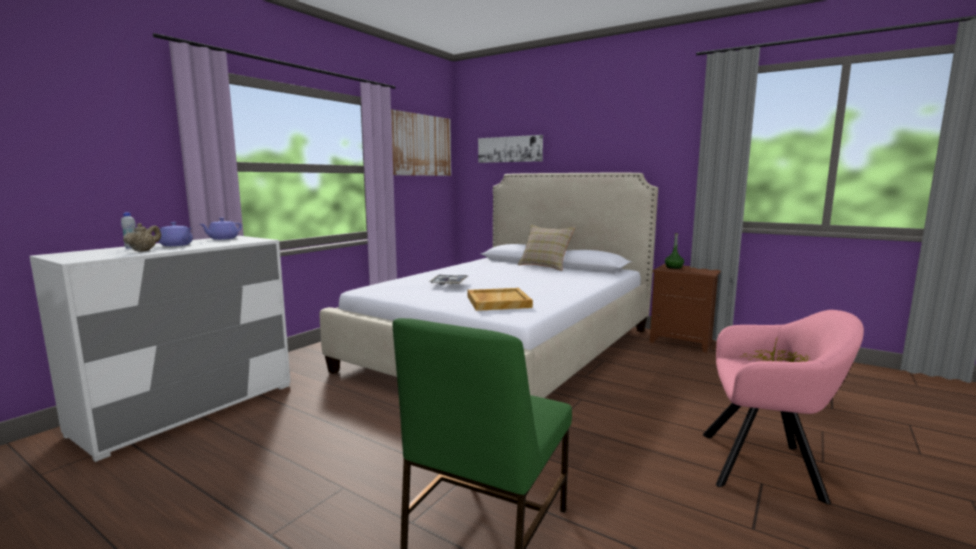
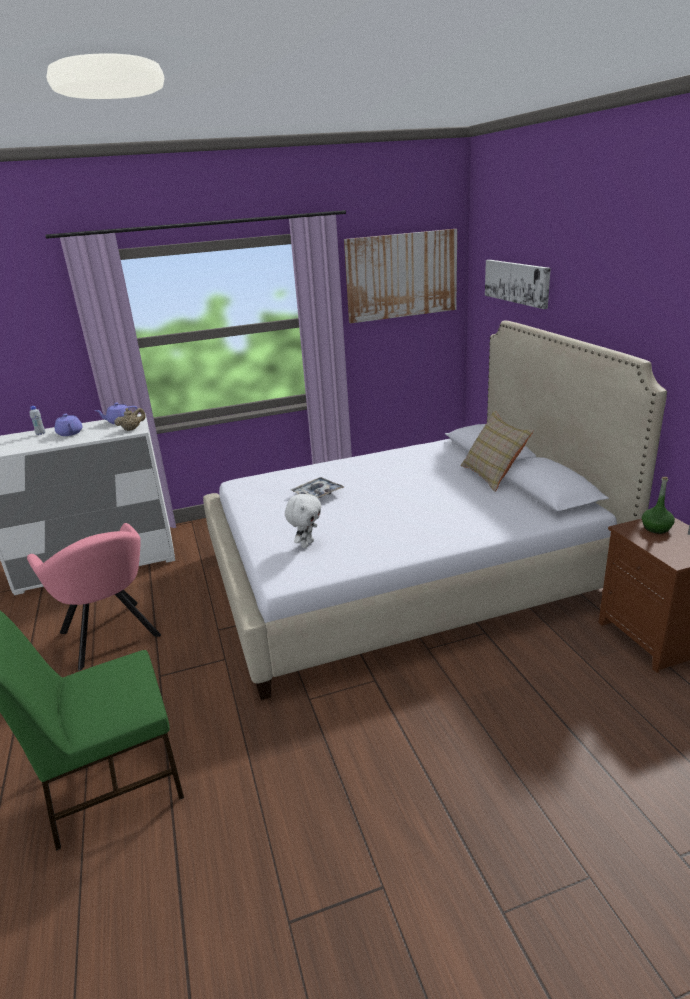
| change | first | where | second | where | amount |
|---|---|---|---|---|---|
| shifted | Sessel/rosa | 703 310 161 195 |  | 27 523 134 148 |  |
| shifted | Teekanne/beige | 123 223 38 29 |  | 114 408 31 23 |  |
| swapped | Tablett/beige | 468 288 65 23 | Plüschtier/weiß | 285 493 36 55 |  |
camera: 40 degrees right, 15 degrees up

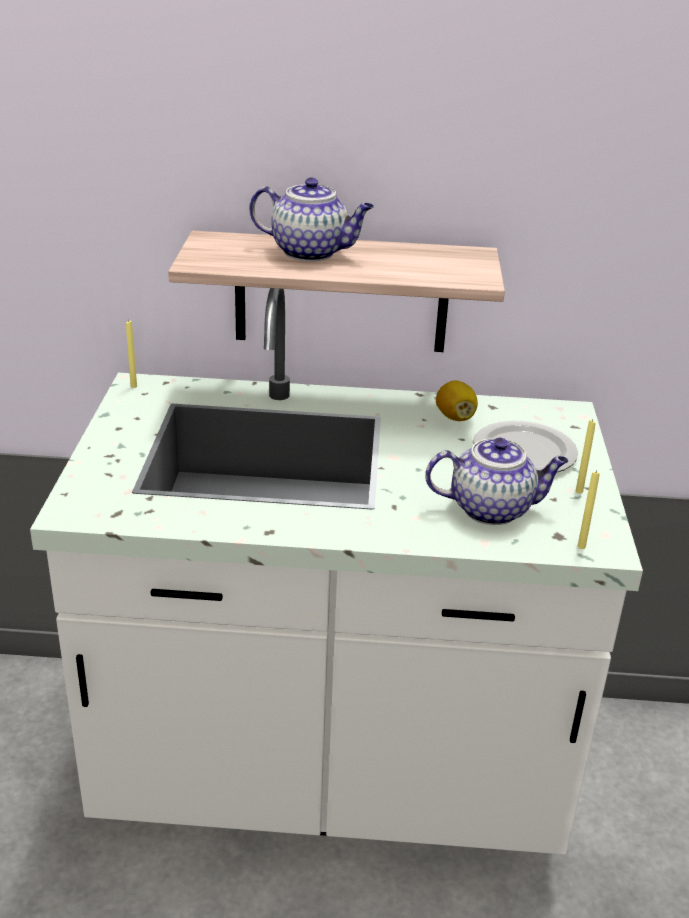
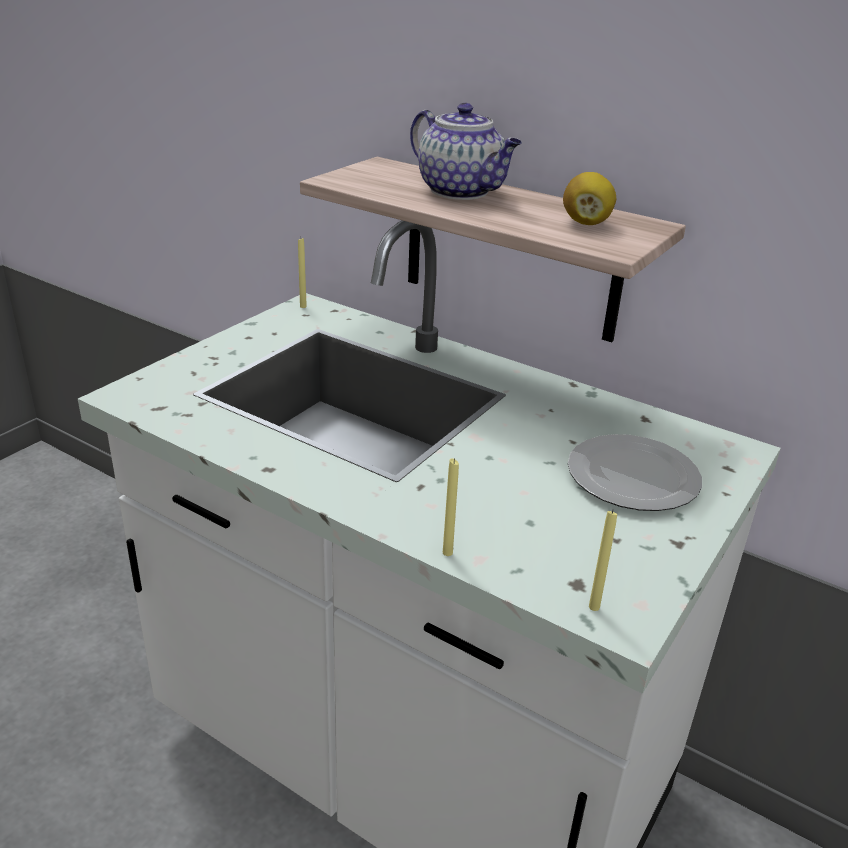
| change | first | where | second | where | amount |
|---|---|---|---|---|---|
| shifted | Kerze/gelb | 576 420 20 74 |  | 443 458 16 98 |  |
| shifted | Zitrone | 436 381 42 40 |  | 563 172 53 53 |  |
| gone | Teekanne | 425 438 144 87 |  |  |  |
camera: 30 degrees right, 0 degrees up

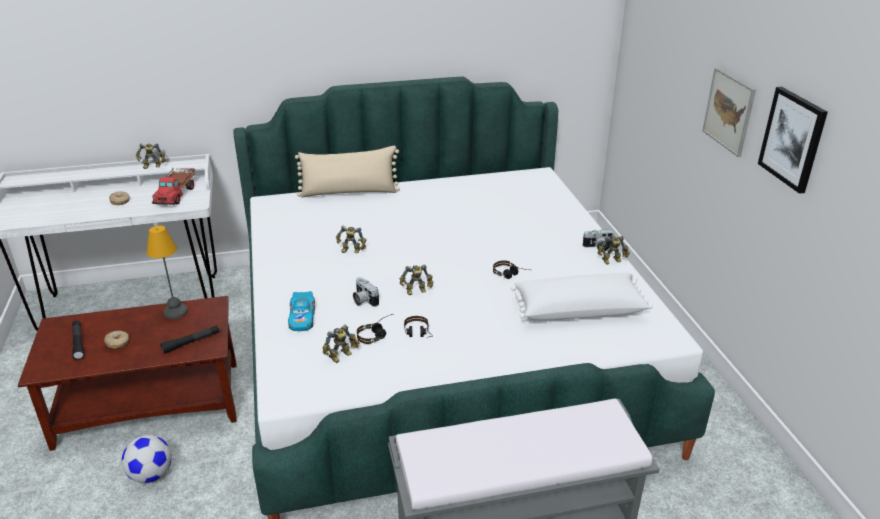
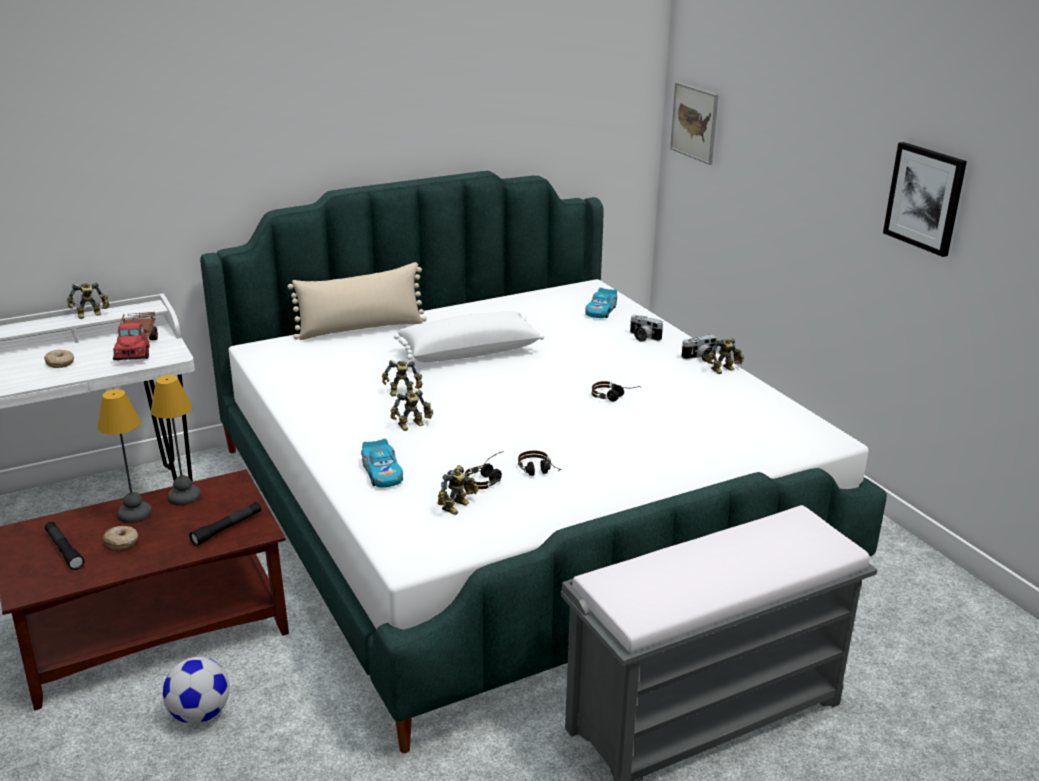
| change | first | where | second | where | amount |
|---|---|---|---|---|---|
| new |  |  | Tischlampe | 98 389 54 134 |  |
| shifted | Spielzeugroboter | 400 264 33 31 |  | 390 390 43 41 |  |
| shifted | Kissen/weiß | 511 273 142 47 |  | 394 311 150 51 |  |
| new |  |  | Spielzeugauto | 585 288 32 30 |  |
| shifted | Kamera | 353 277 26 30 |  | 630 315 33 27 |  |
| shifted | Bild | 703 68 53 89 |  | 670 82 49 83 |  |
camera: 15 degrees left, 5 degrees down

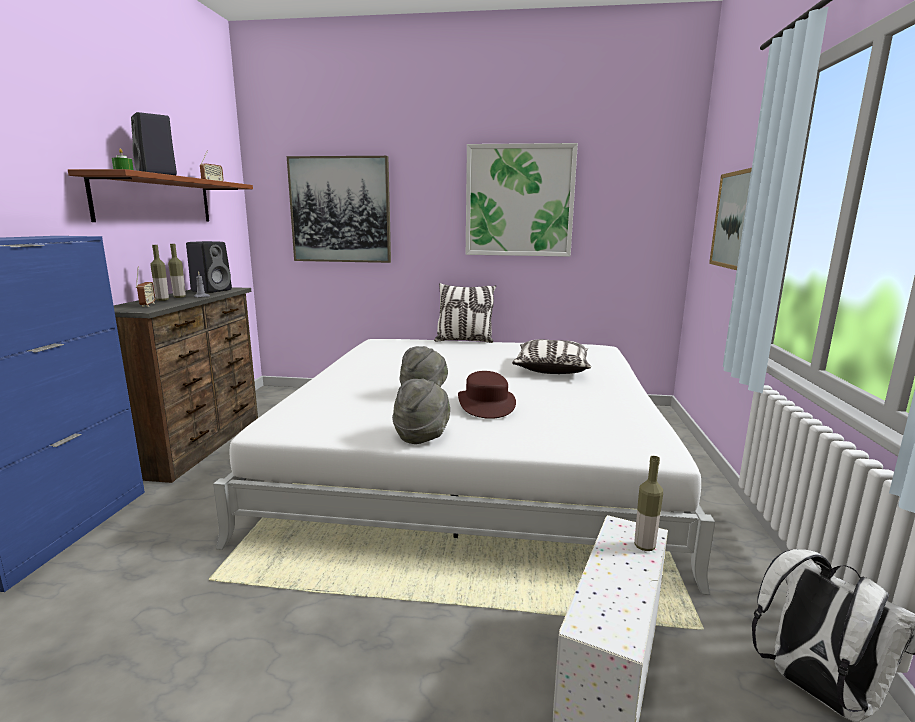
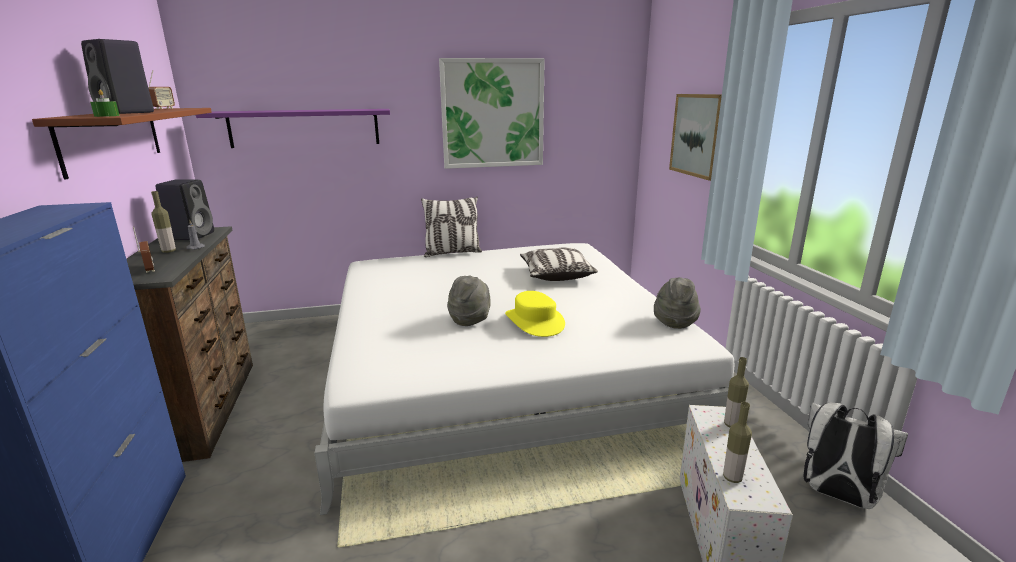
| change | first | where | second | where | amount |
|---|---|---|---|---|---|
| swapped | Bild | 287 156 104 107 | Wandregal/lila | 196 109 194 39 |  |
| repainted | Hut/braun | 458 371 58 48 | Hut/gelb | 505 291 60 46 |  |
| shifted | Hut/grau | 392 379 58 65 |  | 654 277 47 52 |  |
| shifted | Flasche | 150 245 19 56 |  | 723 402 29 81 |  |
camera: 20 degrees left, 5 degrees up

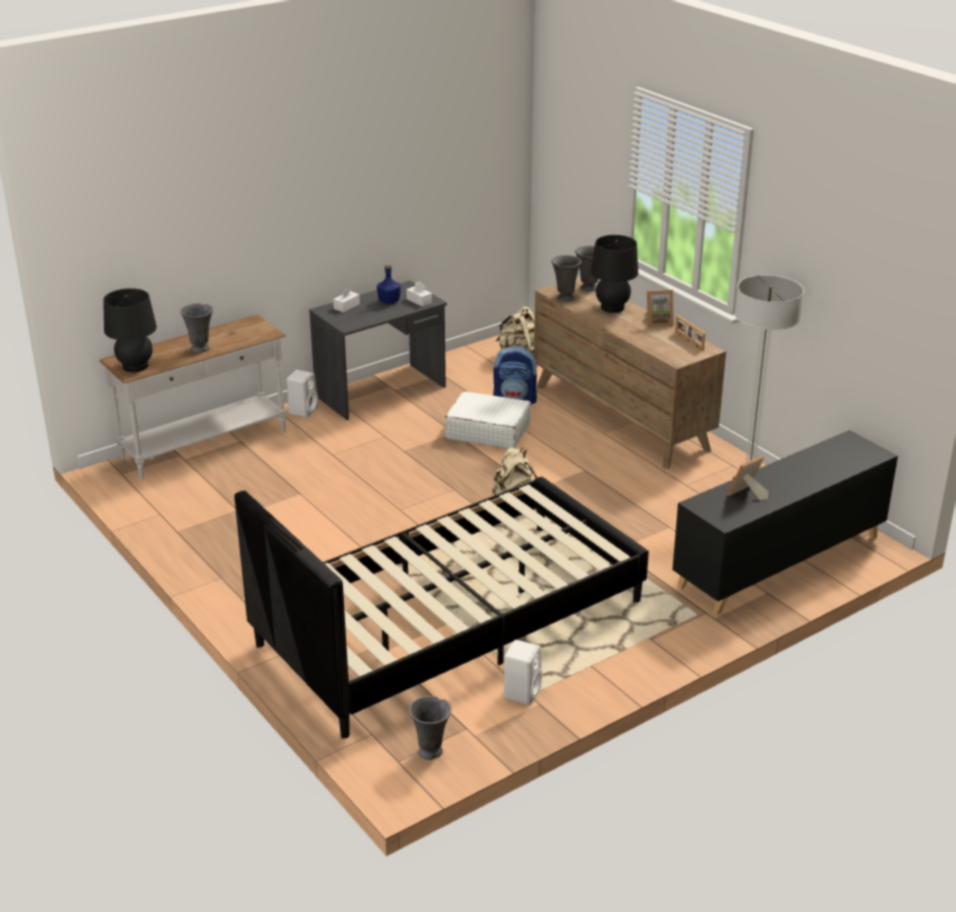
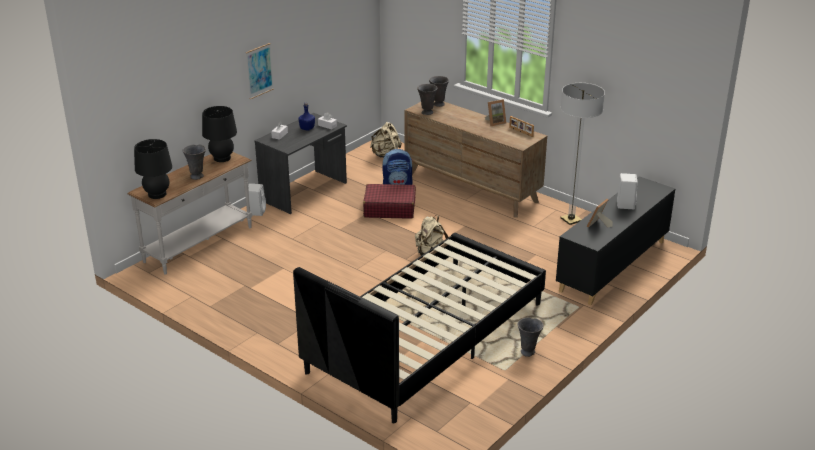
| change | first | where | second | where | amount |
|---|---|---|---|---|---|
| shifted | Tischlampe/schwarz | 591 235 47 78 |  | 202 106 35 56 |  |
| new |  |  | Bild | 246 43 28 56 |  |
| repainted | Koffer/weiß | 445 391 86 58 | Koffer/rot | 363 184 53 34 |  |
| shifted | Vase/grau | 409 696 42 64 |  | 517 317 26 40 |  |
| shifted | Lautsprecher/weiß | 503 640 39 65 |  | 617 173 21 36 |  |
camera: 15 degrees left, 0 degrees up

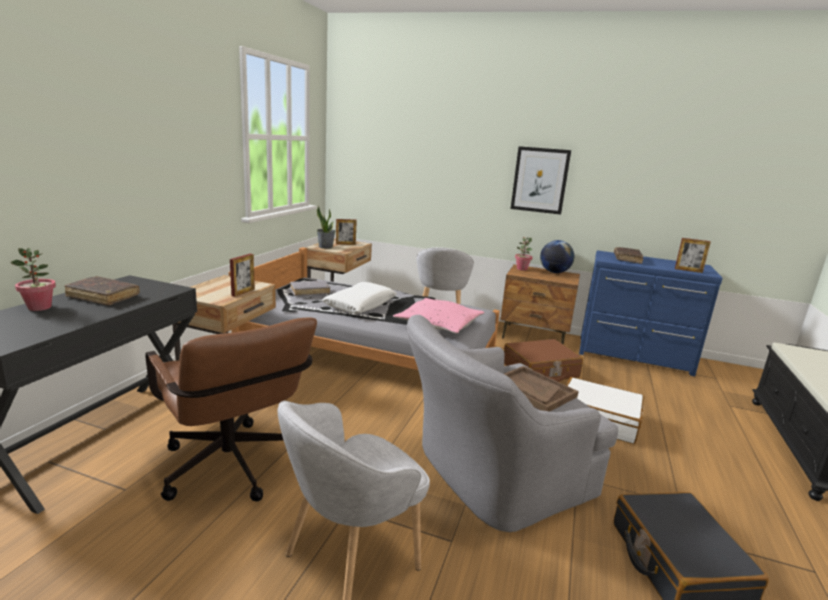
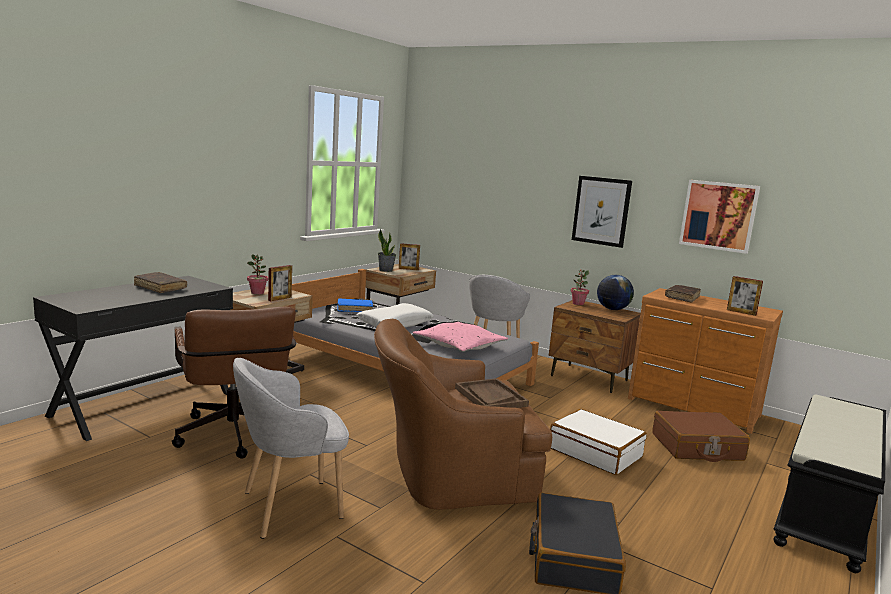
| change | first | where | second | where | amount |
|---|---|---|---|---|---|
| shifted | Topfpflanze | 10 248 46 63 |  | 247 255 21 39 |  |
| repainted | Buch/grau | 290 281 41 15 | Buch/blau | 337 298 36 14 |  |
| repainted | Sessel/grau | 407 315 211 217 | Sessel/braun | 374 319 178 191 |  |
| repainted | Kommode/blau | 579 250 144 126 | Kommode/braun | 628 288 155 146 |  |
| shifted | Koffer/braun | 504 339 79 43 |  | 652 411 98 51 |  |
| new |  |  | Bild | 679 180 81 74 |  |
camera: 15 degrees right, 5 degrees down

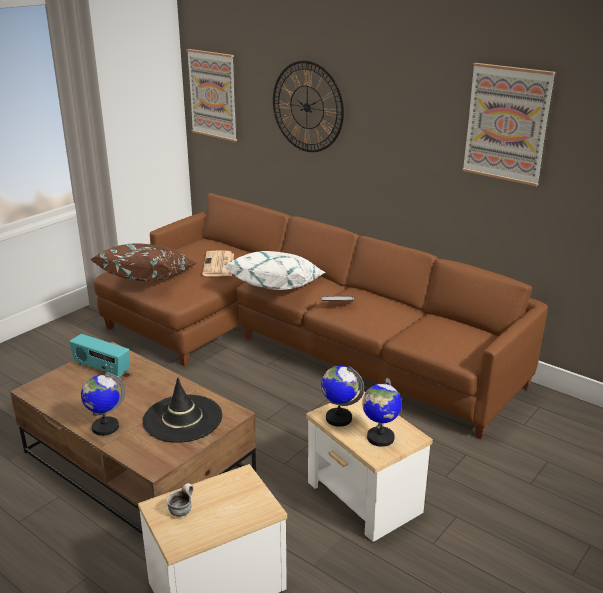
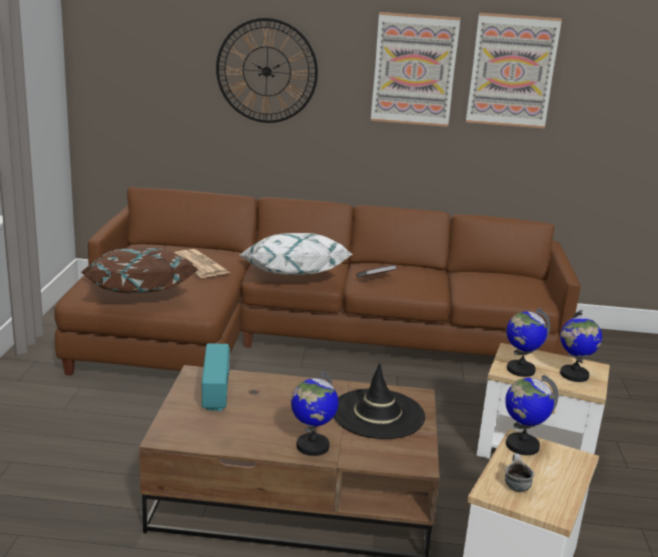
| change | first | where | second | where | amount |
|---|---|---|---|---|---|
| rotated | Radio | 69 334 61 43 |  | 202 343 28 68 | 90 degrees counterclockwise |
| shifted | Bild | 186 49 51 93 |  | 371 12 89 115 |  |
| new |  |  | Globus | 505 375 53 80 |  |
camera: 35 degrees left, 5 degrees down

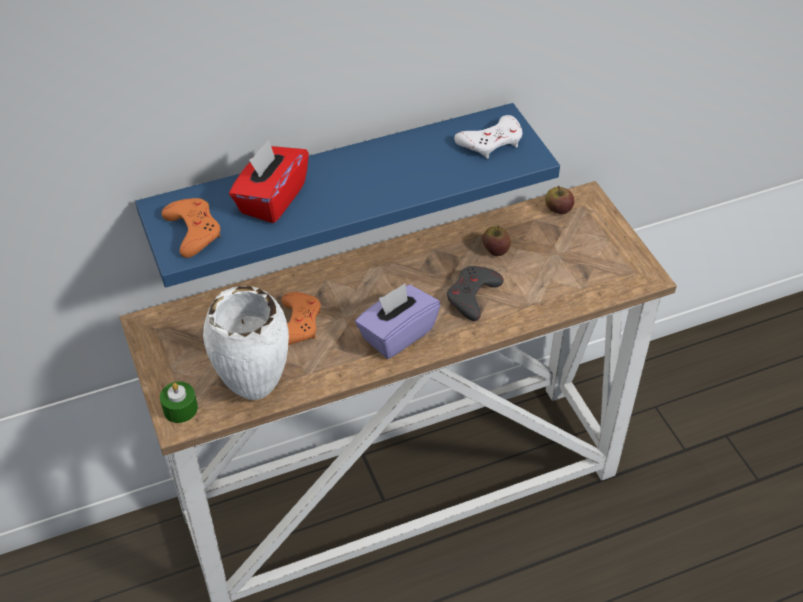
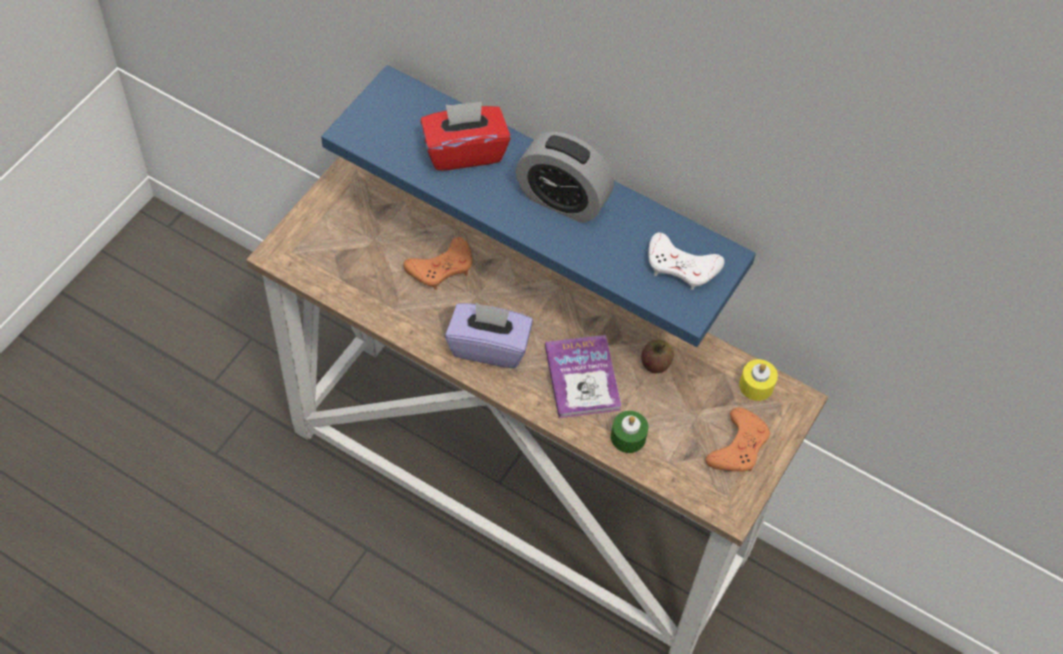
| change | first | where | second | where | amount |
|---|---|---|---|---|---|
| new |  |  | Wecker | 516 132 98 91 |  |
| swapped | Gamepad/grau | 447 266 57 55 | Buch | 545 335 76 83 |  |
| shifted | Kerze/grün | 160 382 38 41 |  | 611 411 37 42 |  |
| shifted | Gamepad/orange | 161 198 60 60 |  | 705 408 65 64 |  |
| swapped | Apfel | 545 186 29 28 | Kerze/gelb | 739 359 39 42 |  |
| gone | Vase/weiß | 203 286 86 114 |  |  |  |
camera: 50 degrees right, 10 degrees up

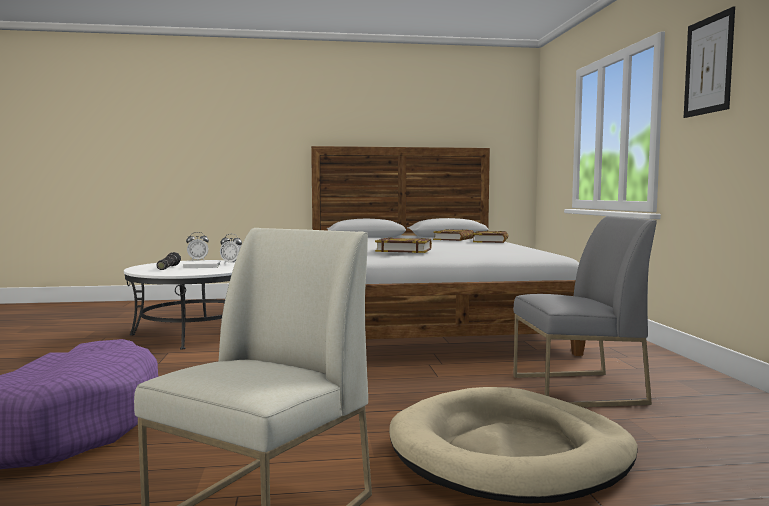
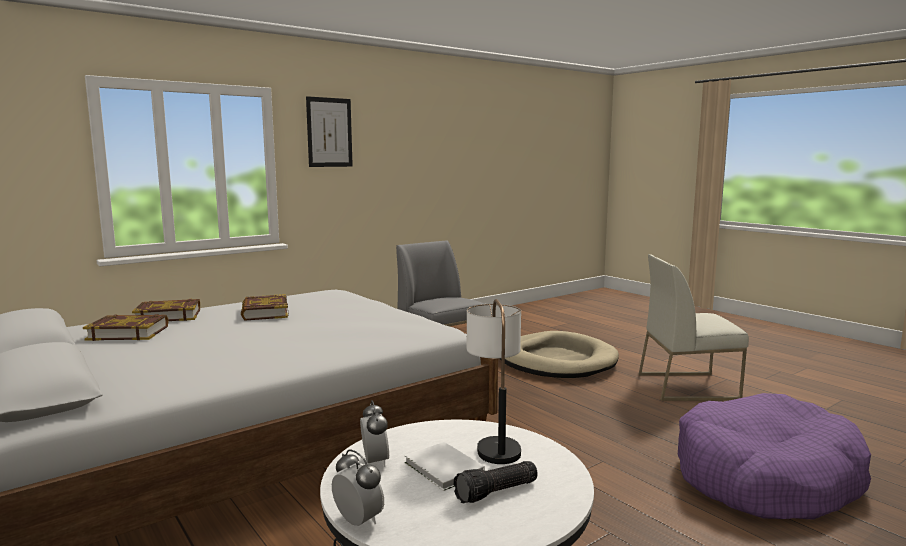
| change | first | where | second | where | amount |
|---|---|---|---|---|---|
| shifted | Buch | 375 237 57 16 |  | 241 294 48 27 |  |
| new |  |  | Tischlampe | 467 299 54 165 |  |
camera: 120 degrees left, 5 degrees up

